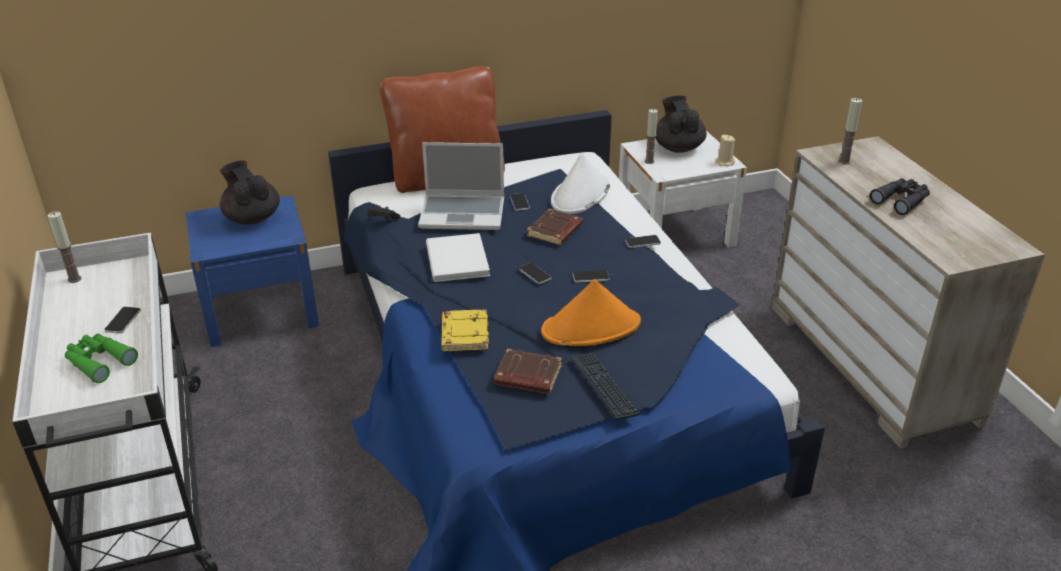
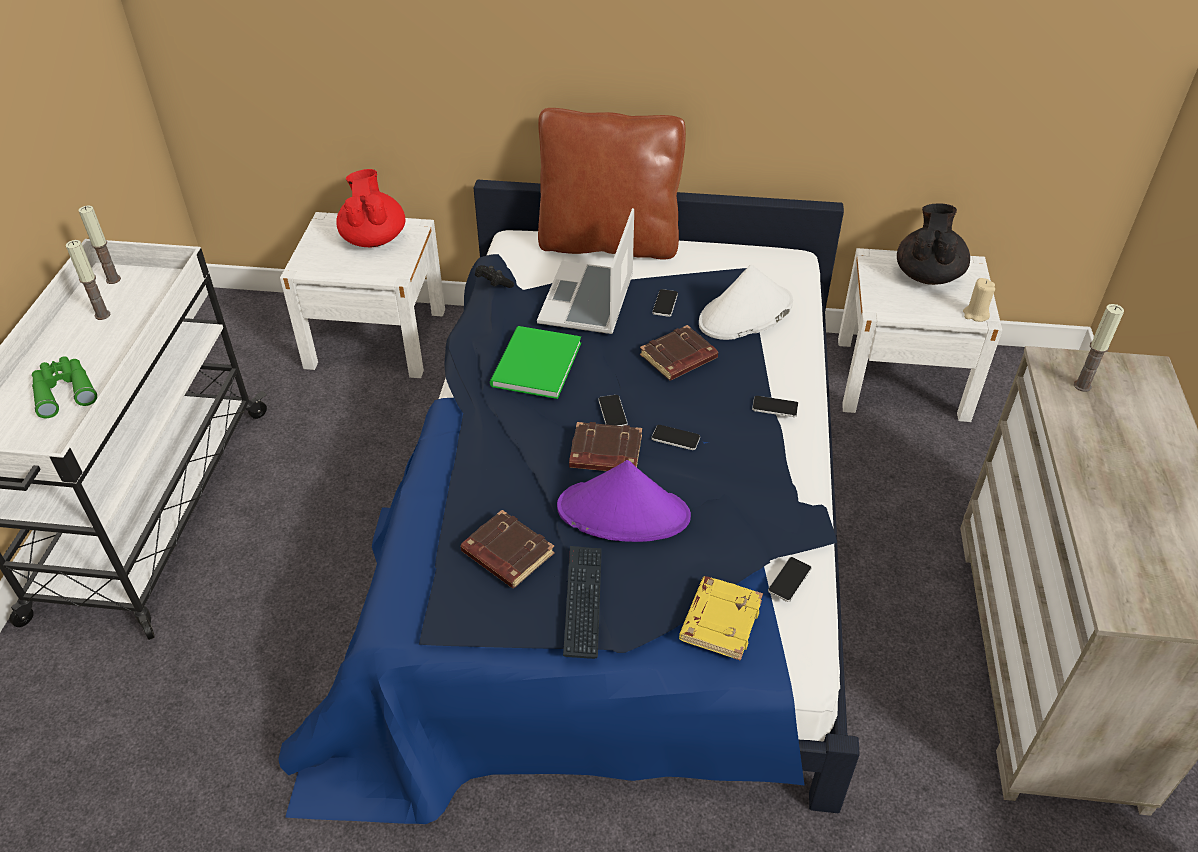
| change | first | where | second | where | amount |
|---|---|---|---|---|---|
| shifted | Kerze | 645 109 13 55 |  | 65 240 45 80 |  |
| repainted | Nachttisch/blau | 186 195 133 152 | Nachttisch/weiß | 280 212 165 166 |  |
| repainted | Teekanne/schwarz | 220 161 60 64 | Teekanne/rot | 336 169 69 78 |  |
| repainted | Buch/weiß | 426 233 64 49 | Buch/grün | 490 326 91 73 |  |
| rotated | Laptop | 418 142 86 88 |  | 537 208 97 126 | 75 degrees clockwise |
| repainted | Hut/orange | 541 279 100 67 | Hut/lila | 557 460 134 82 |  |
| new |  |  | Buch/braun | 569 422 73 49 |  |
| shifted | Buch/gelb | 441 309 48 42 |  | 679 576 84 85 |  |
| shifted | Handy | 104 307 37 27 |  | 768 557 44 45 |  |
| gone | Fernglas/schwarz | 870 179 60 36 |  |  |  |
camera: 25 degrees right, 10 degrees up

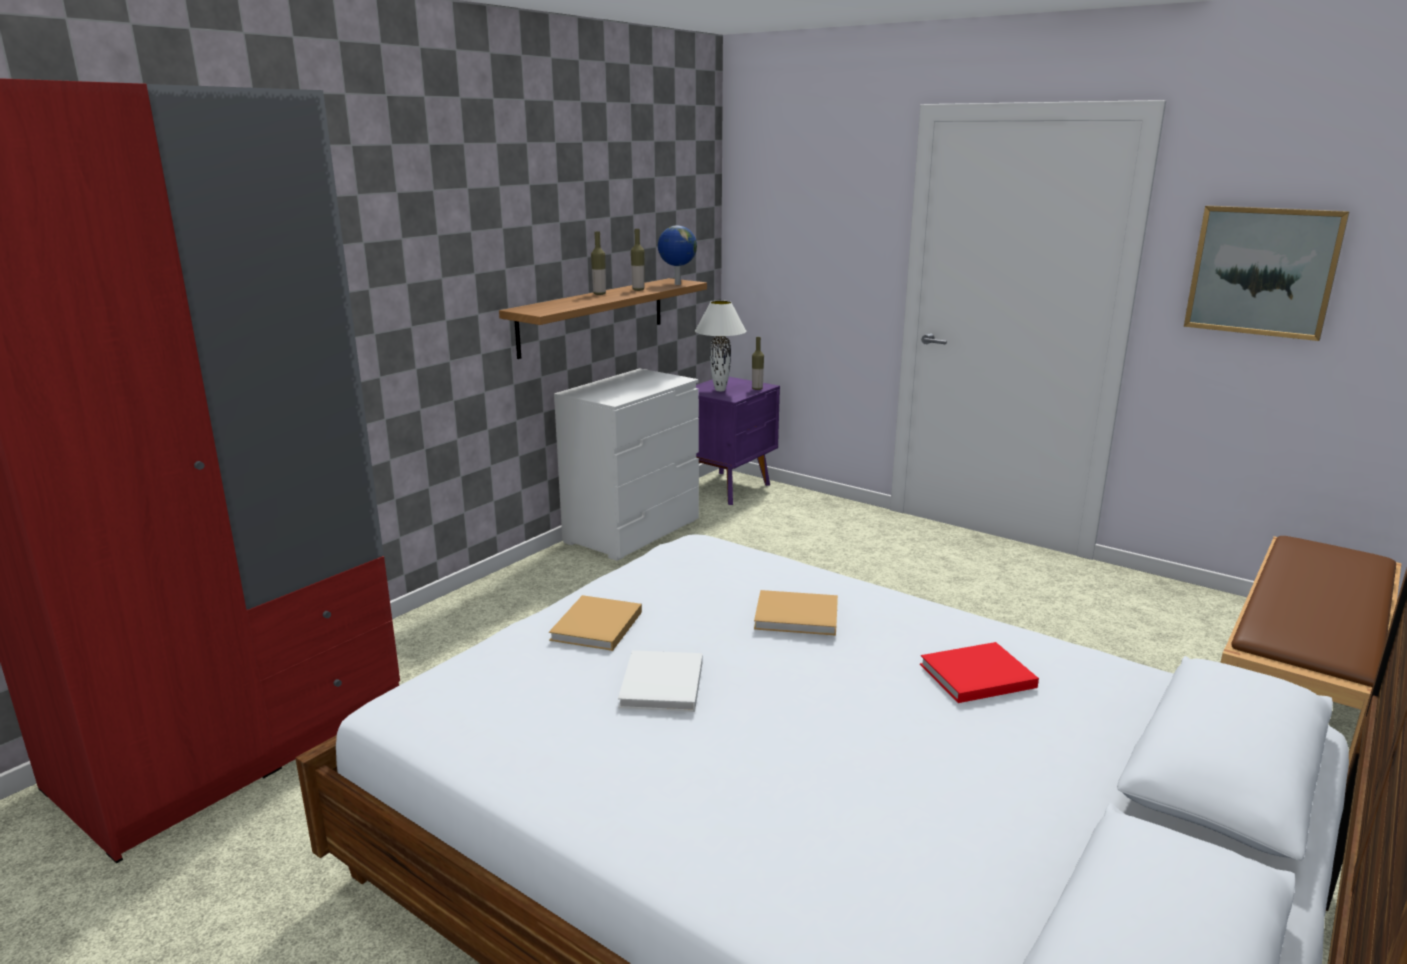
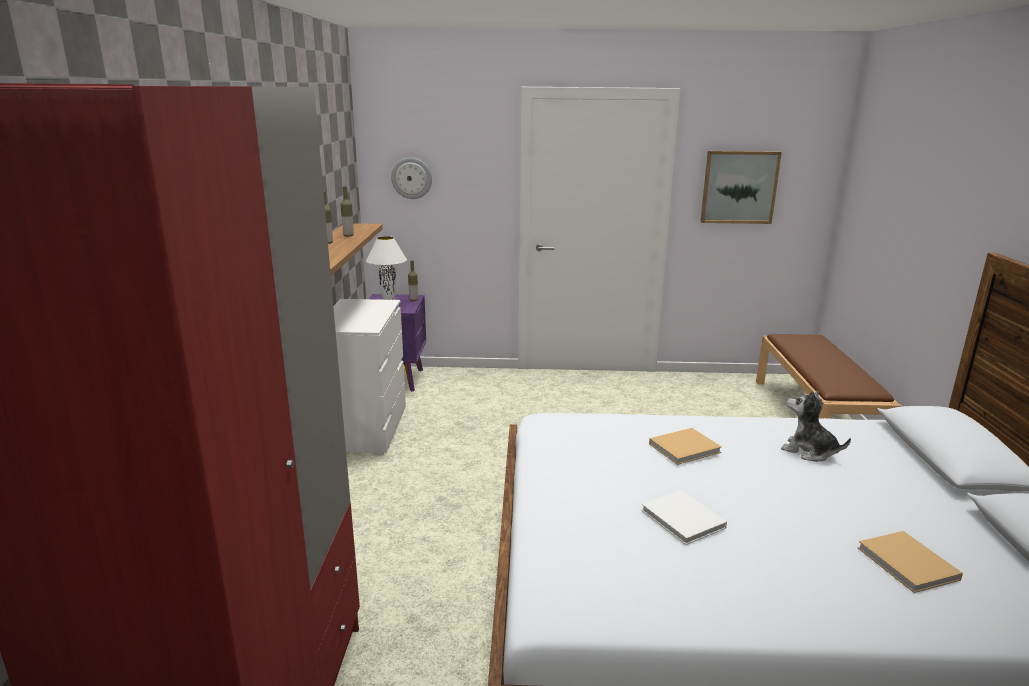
| change | first | where | second | where | amount |
|---|---|---|---|---|---|
| new |  |  | Wanduhr | 391 157 41 42 |  |
| swapped | Buch/rot | 920 642 119 61 | Plüschtier | 781 390 70 72 |  |
| shifted | Buch/beige | 549 595 93 56 |  | 858 531 105 62 |  |
| gone | Globus | 658 225 39 60 |  |  |  |
camera: 35 degrees left, 0 degrees up

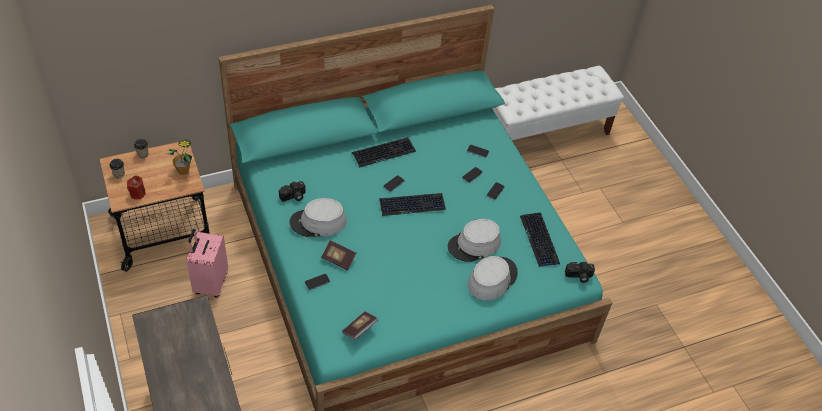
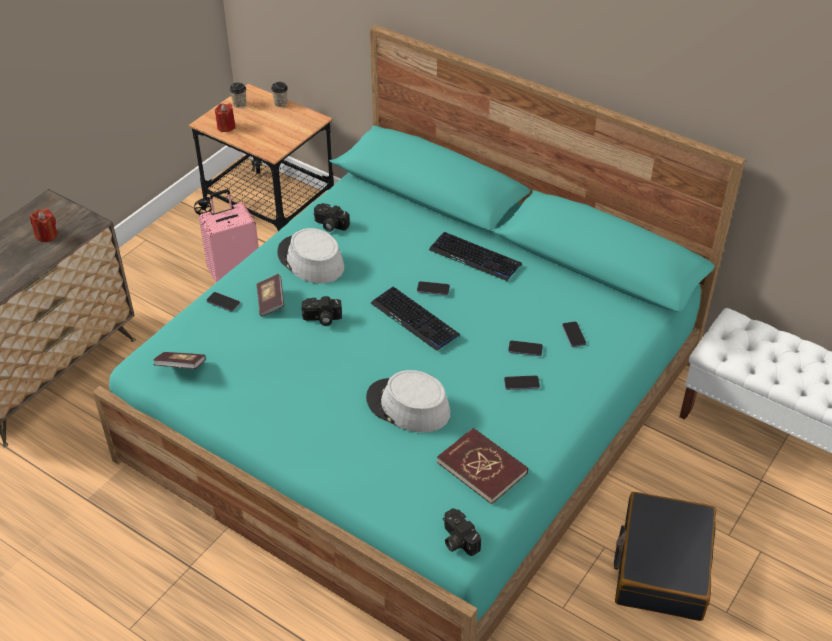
| change | first | where | second | where | amount |
|---|---|---|---|---|---|
| new |  |  | Kerze/rot | 30 209 28 33 |  |
| new |  |  | Kamera | 302 296 40 30 |  |
| swapped | Tastatur | 520 212 40 55 | Buch/rot | 437 428 91 76 |  |
| new |  |  | Koffer/schwarz | 614 492 102 129 |  |
| gone | Topfpflanze | 166 138 26 37 |  |  |  |
| gone | Hut/grau | 468 256 50 44 |  |  |  |
camera: 60 degrees right, 5 degrees down

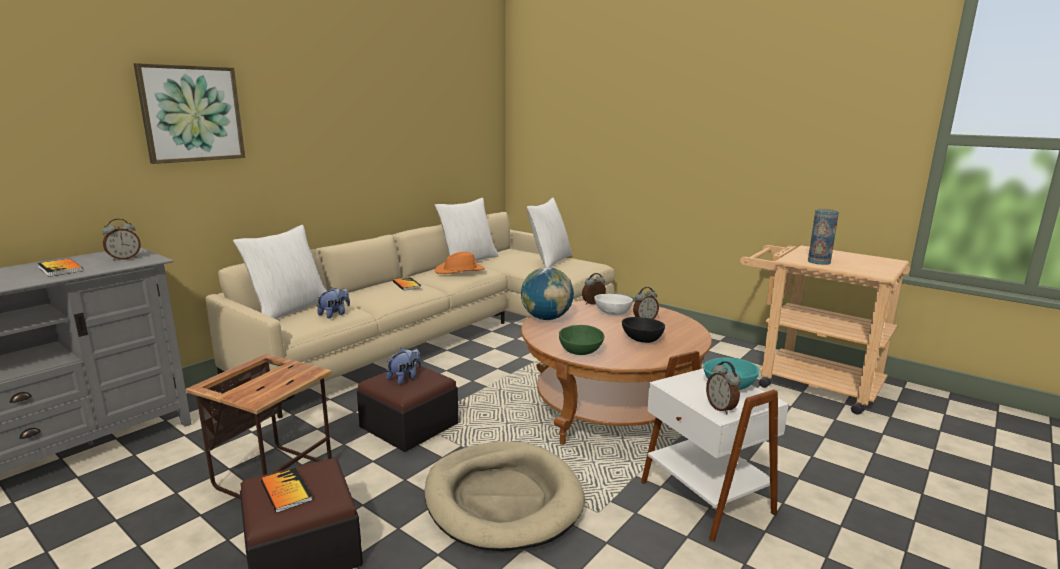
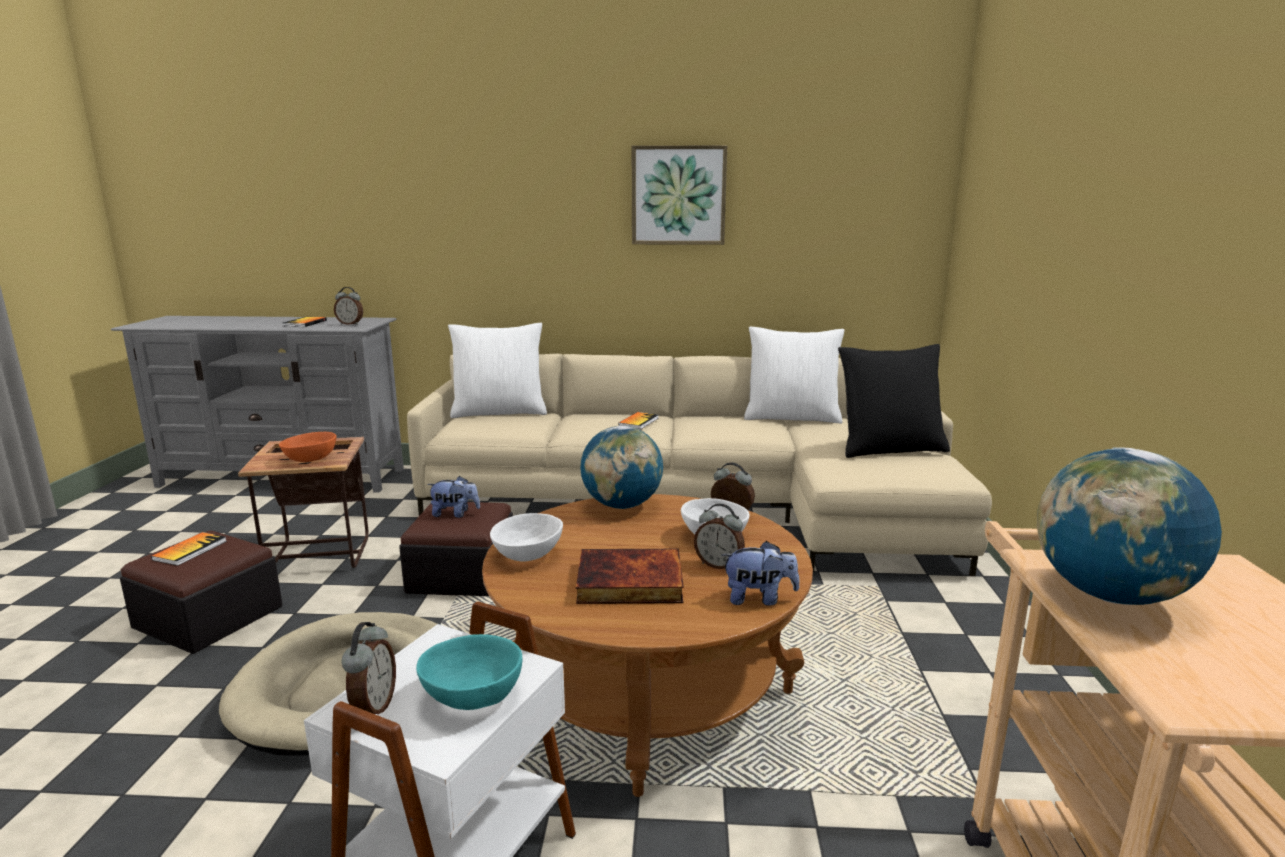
| change | first | where | second | where | amount |
|---|---|---|---|---|---|
| new |  |  | Schüssel/orange | 279 432 58 30 |  |
| rotated | Wecker | 706 361 35 54 |  | 341 622 55 92 | 150 degrees clockwise |
| repainted | Schüssel/grün | 559 325 45 30 | Schüssel/weiß | 490 513 73 49 |  |
| swapped | Schüssel/schwarz | 622 317 43 26 | Buch | 576 549 108 55 |  |
| shifted | Bild | 134 63 111 101 |  | 632 145 95 100 |  |
| shifted | Plüschtier | 317 287 33 32 |  | 722 541 77 64 |  |
| repainted | Kissen/weiß | 526 198 46 69 | Kissen/schwarz | 838 344 112 114 |  |
| swapped | Vase | 808 209 31 56 | Globus | 1037 447 185 158 |  |
| gone | Hut/orange | 434 252 51 22 |  |  |  |
camera: 55 degrees right, 0 degrees up

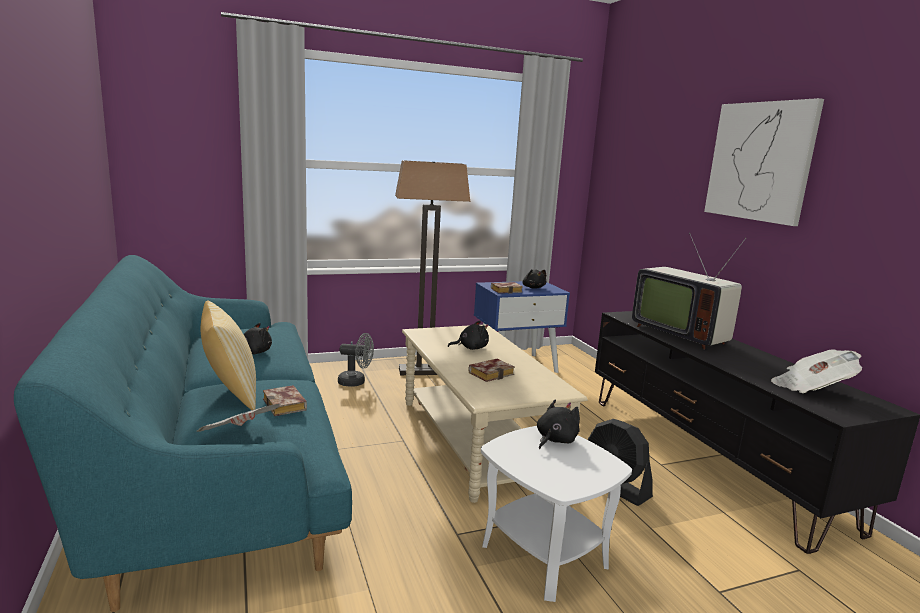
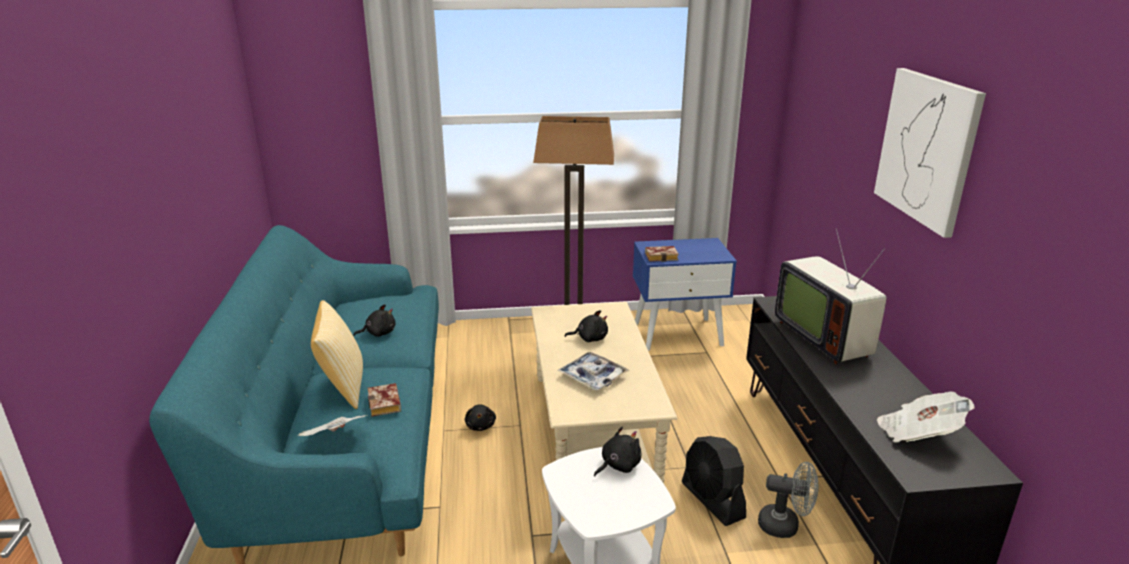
| change | first | where | second | where | amount |
|---|---|---|---|---|---|
| shifted | Plüschtier/schwarz | 523 269 23 20 |  | 465 404 31 27 |  |
| swapped | Buch | 468 359 47 23 | Tablett | 557 352 72 38 |  |
| shifted | Ventilator/grau | 338 333 36 54 |  | 758 462 60 76 |  |
camera: 15 degrees right, 10 degrees up

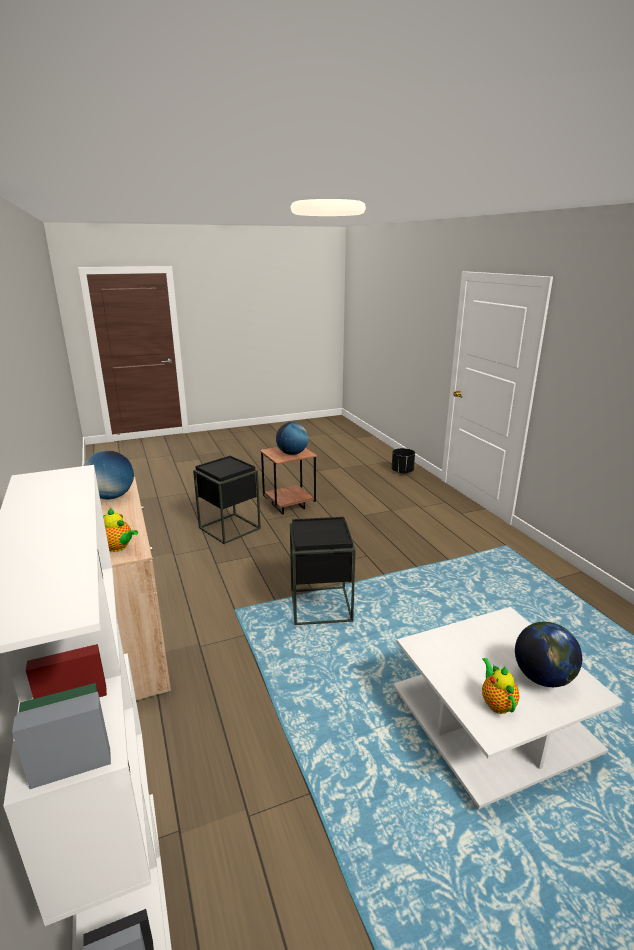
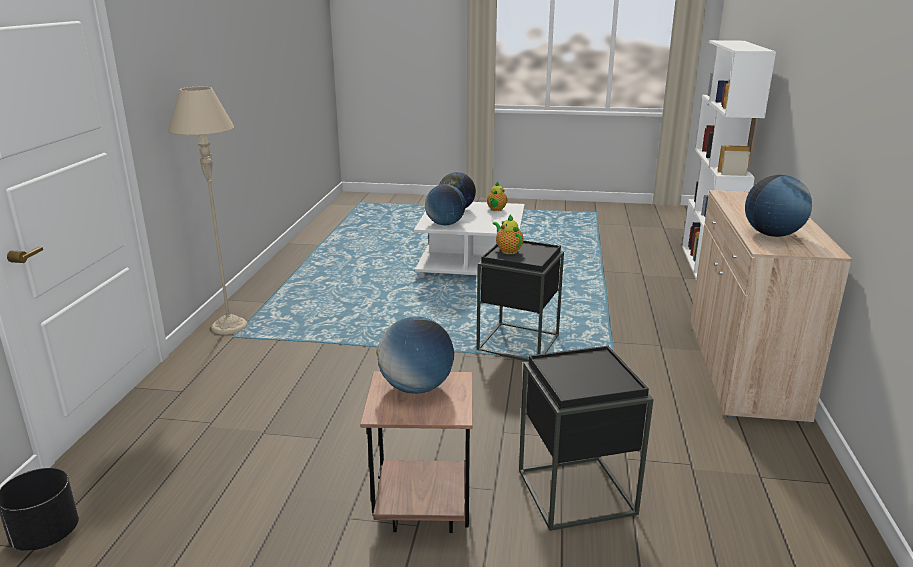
| change | first | where | second | where | amount |
|---|---|---|---|---|---|
| new |  |  | Stehlampe/beige | 168 87 79 248 |  |
| new |  |  | Globus | 425 184 41 41 |  |
| shifted | Teekanne | 103 508 35 44 |  | 493 214 31 40 |  |
camera: 150 degrees left, 0 degrees up

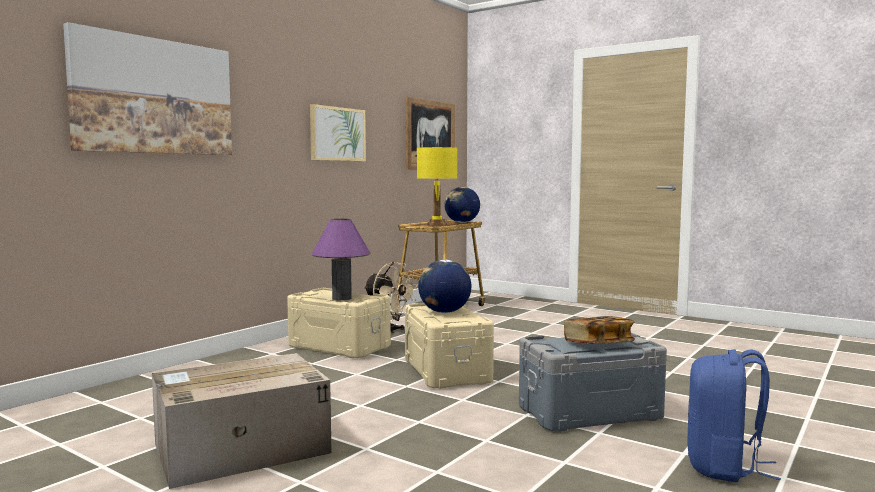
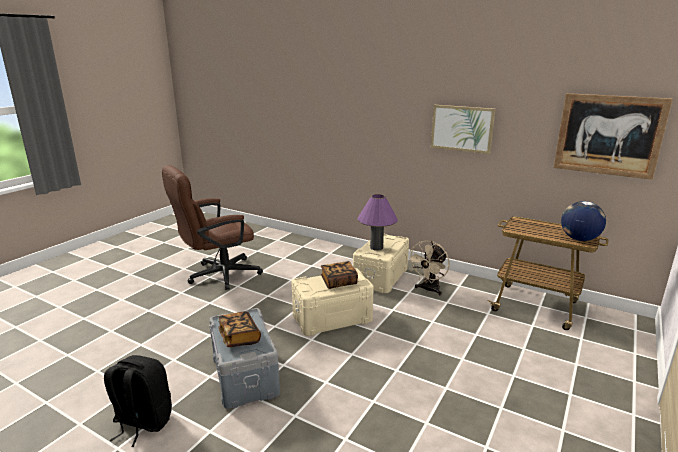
| change | first | where | second | where | amount |
|---|---|---|---|---|---|
| repainted | Rucksack/blau | 687 349 94 133 | Rucksack/schwarz | 104 355 68 92 |  |
| swapped | Karton | 152 353 180 136 | Bürostuhl/braun | 162 165 101 125 |  |
| swapped | Globus | 418 260 53 53 | Buch | 321 261 37 28 |  |
| gone | Bild | 63 22 169 133 |  |  |  |
| gone | Tischlampe/gelb | 417 147 40 79 |  |  |  |
camera: 85 degrees right, 15 degrees up

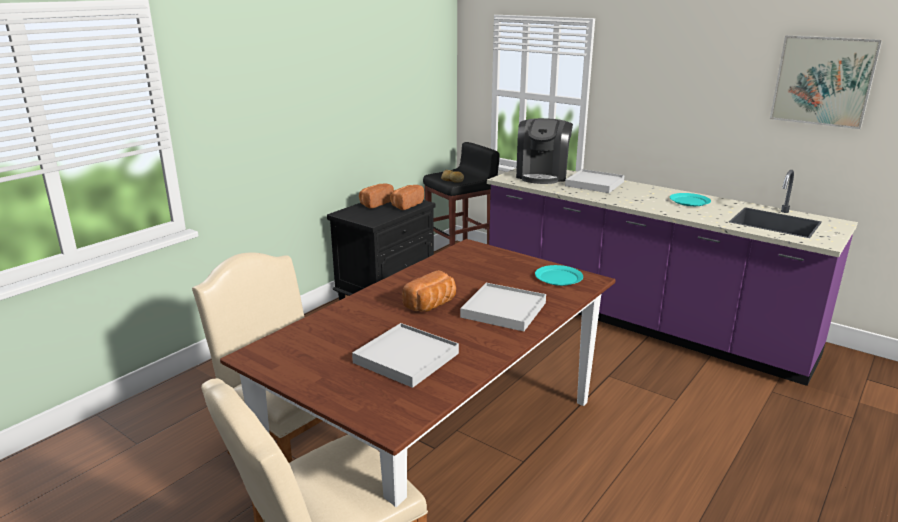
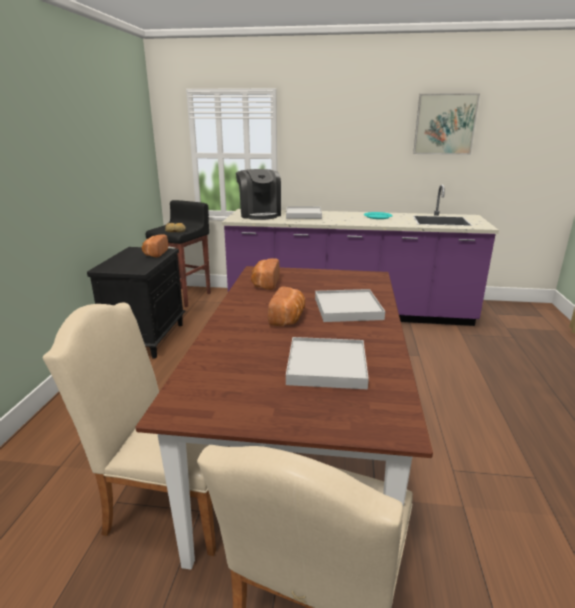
| change | first | where | second | where | amount |
|---|---|---|---|---|---|
| shifted | Brot | 359 184 35 25 |  | 251 258 28 32 |  |
| gone | Teller/türkis | 535 265 48 21 |  |  |  |
camera: 30 degrees left, 0 degrees up

